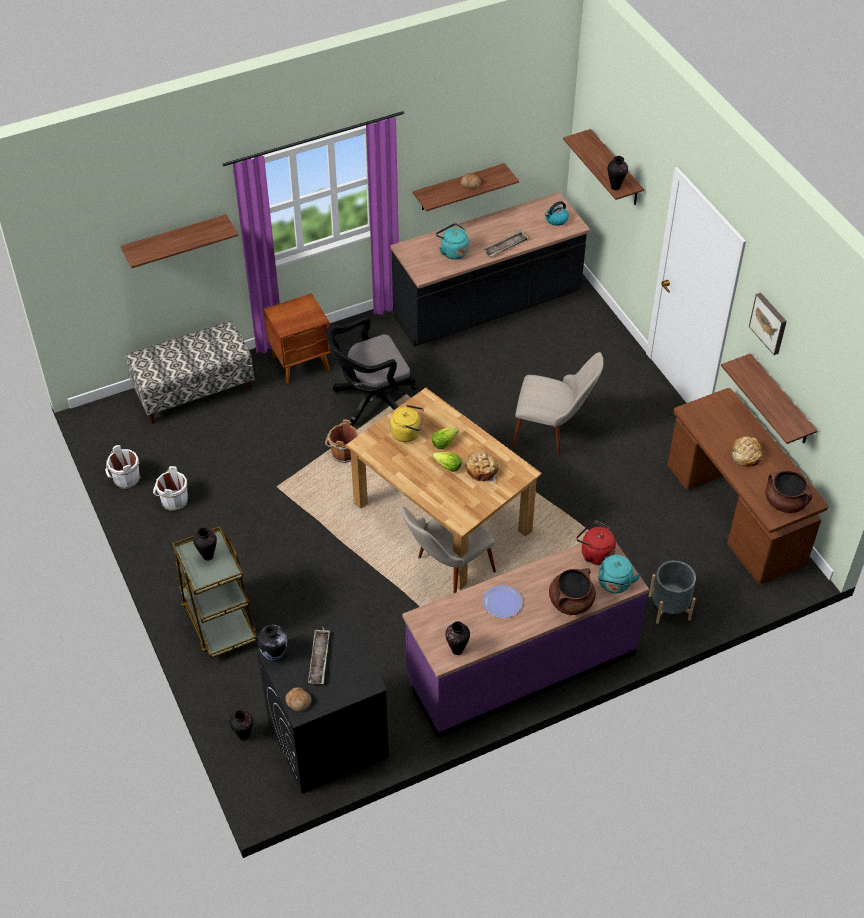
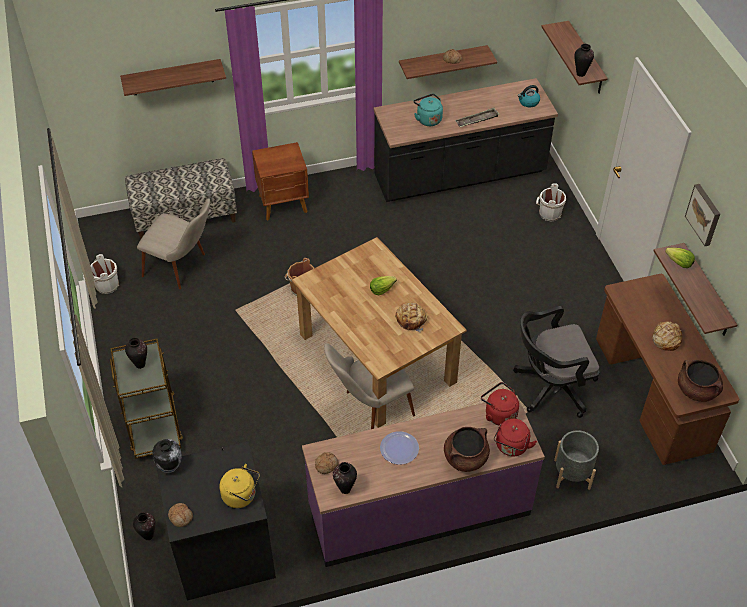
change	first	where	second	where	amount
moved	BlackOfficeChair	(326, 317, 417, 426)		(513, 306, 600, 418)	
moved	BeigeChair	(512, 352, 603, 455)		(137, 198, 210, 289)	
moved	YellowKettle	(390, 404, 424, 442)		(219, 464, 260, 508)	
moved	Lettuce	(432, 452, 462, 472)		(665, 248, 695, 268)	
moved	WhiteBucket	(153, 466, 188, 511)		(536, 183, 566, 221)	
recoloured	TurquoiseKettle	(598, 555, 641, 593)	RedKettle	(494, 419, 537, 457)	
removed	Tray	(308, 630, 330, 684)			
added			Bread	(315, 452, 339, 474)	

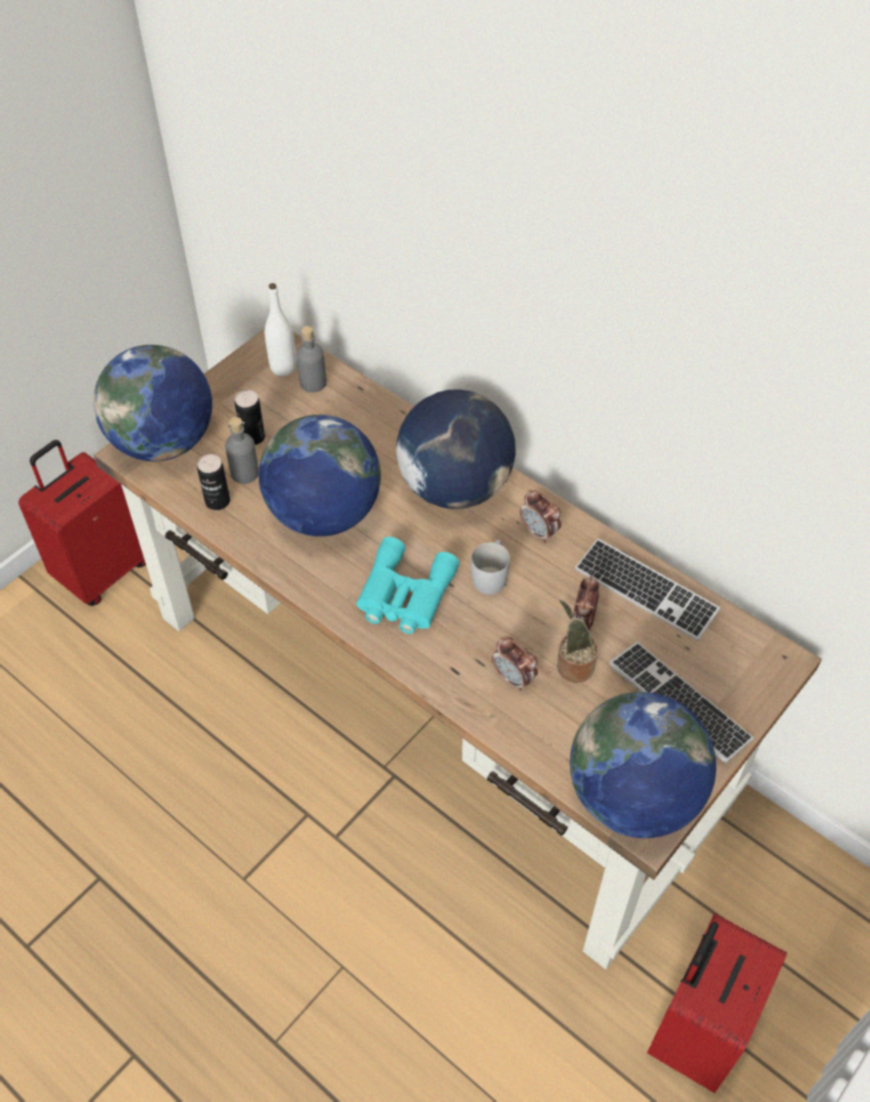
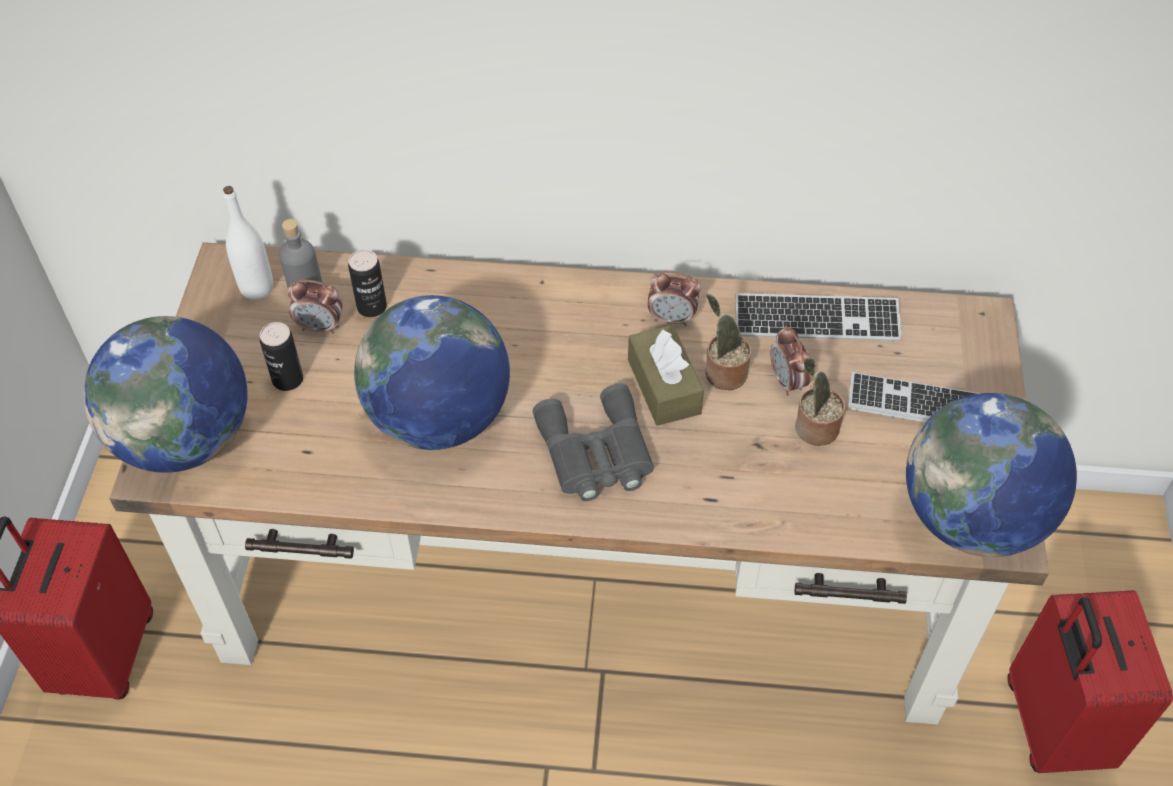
change	first	where	second	where	amount
removed	Globe	(396, 389, 515, 509)			
removed	GreyBottle	(225, 417, 259, 484)			
moved	Can	(197, 454, 230, 510)		(348, 249, 387, 317)	
recoloured	TurquoiseBinoculars	(356, 537, 460, 634)	GreyBinoculars	(532, 383, 654, 501)	
replaced	WhiteMug	(471, 540, 510, 594)	BrownTissueBox	(628, 325, 704, 426)	
moved	AlarmClock	(492, 637, 538, 691)		(288, 280, 343, 334)	
added			PottedPlant	(705, 294, 751, 390)	

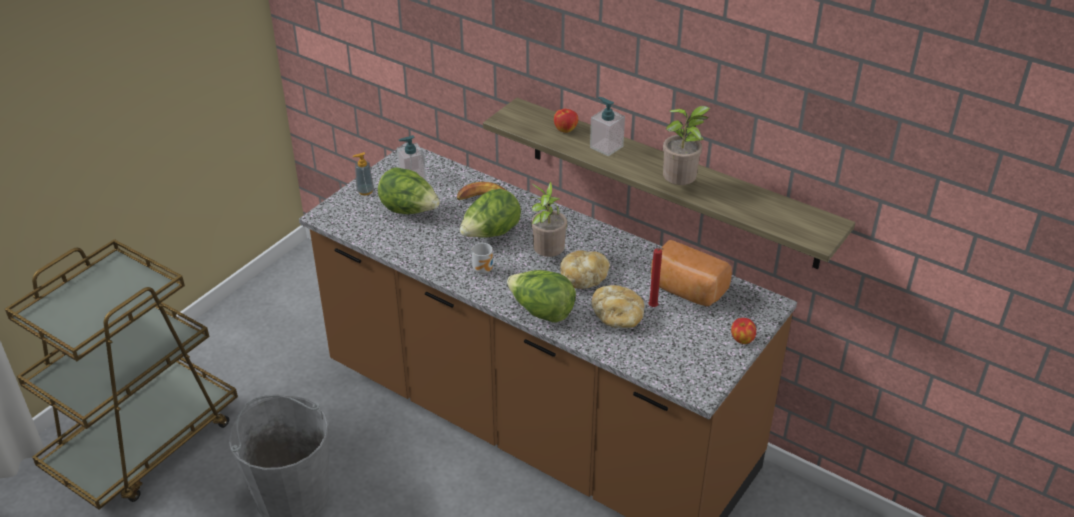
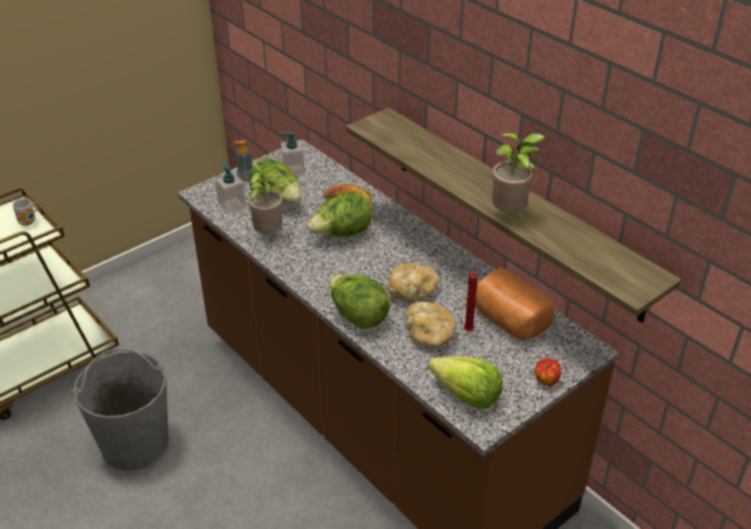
change	first	where	second	where	amount
moved	SoapDispenser	(590, 97, 625, 156)		(215, 162, 246, 214)	
removed	Apple	(554, 109, 578, 133)			
moved	PottedPlant	(530, 181, 567, 257)		(247, 161, 283, 234)	
moved	Mug	(472, 243, 493, 274)		(12, 198, 37, 226)	
added			Lettuce	(428, 356, 503, 409)	

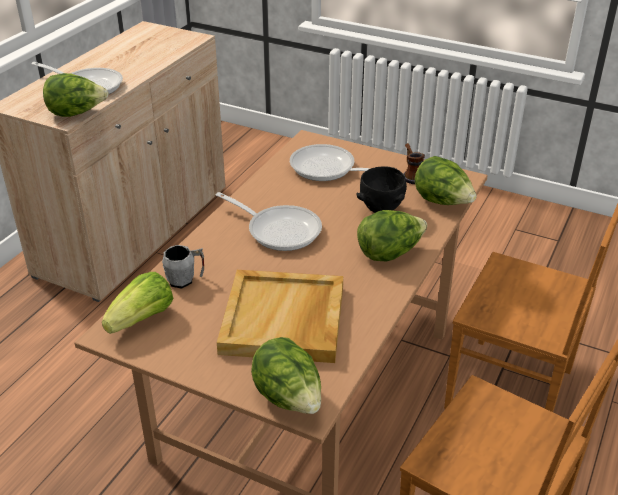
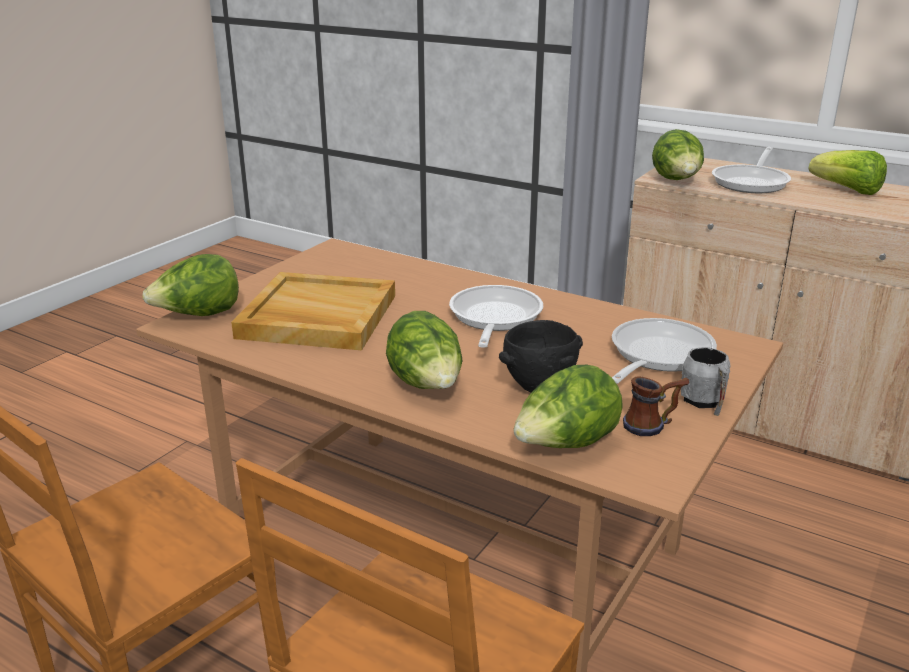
change	first	where	second	where	amount
turned	FryingPan	(216, 192, 322, 251)		(449, 285, 543, 348)	150 degrees clockwise
moved	GreyMug	(162, 245, 204, 289)		(681, 347, 731, 416)	
moved	Lettuce	(102, 272, 173, 334)		(809, 150, 887, 195)	

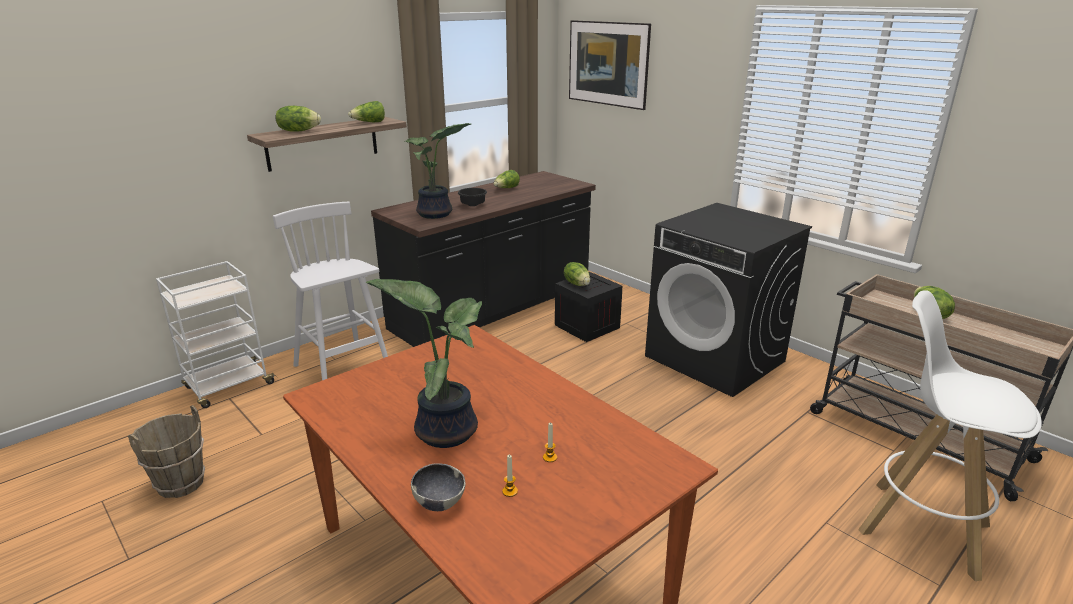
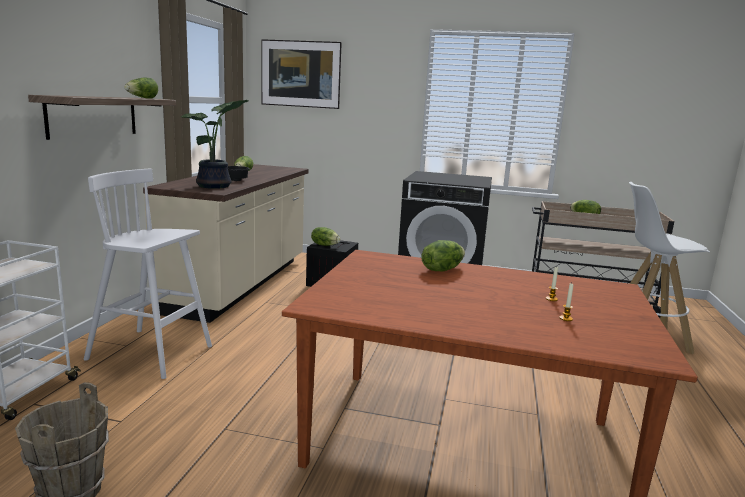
change	first	where	second	where	amount
moved	Lettuce	(276, 106, 321, 132)		(421, 240, 465, 272)	
recoloured	BlackCounter	(371, 171, 596, 347)	BeigeCounter	(143, 164, 309, 323)	
removed	PottedPlant	(366, 279, 482, 448)			
removed	Bowl	(411, 463, 466, 511)			

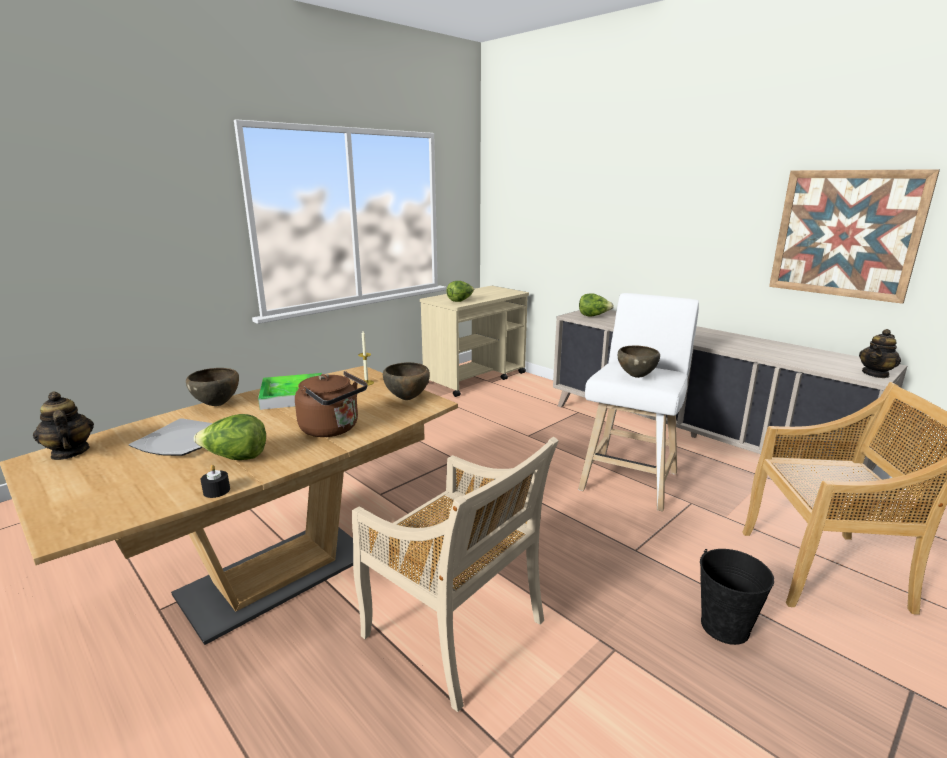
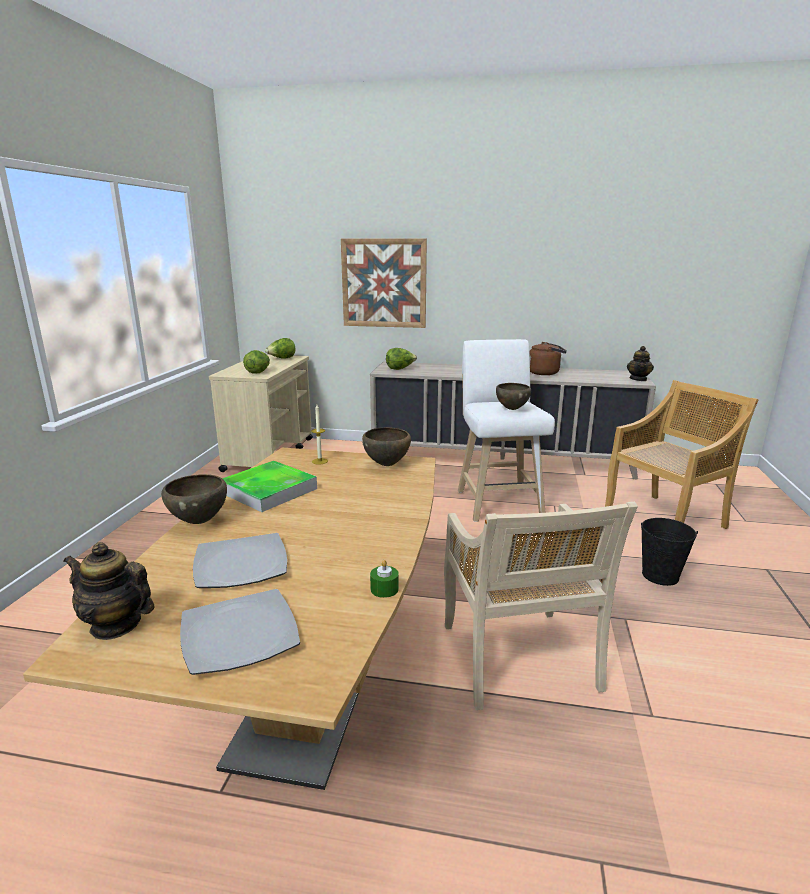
change	first	where	second	where	amount
moved	Picture	(769, 169, 940, 304)		(341, 239, 427, 328)	
moved	BrownKettle	(295, 371, 367, 437)		(529, 342, 567, 375)	
moved	Lettuce	(194, 414, 266, 460)		(265, 338, 295, 359)	
turned	BeigeChair	(352, 437, 559, 712)		(444, 502, 638, 710)	75 degrees clockwise
recoloured	BlackCandle	(201, 465, 230, 498)	GreenCandle	(370, 560, 399, 598)	
added			Plate	(180, 589, 300, 675)	

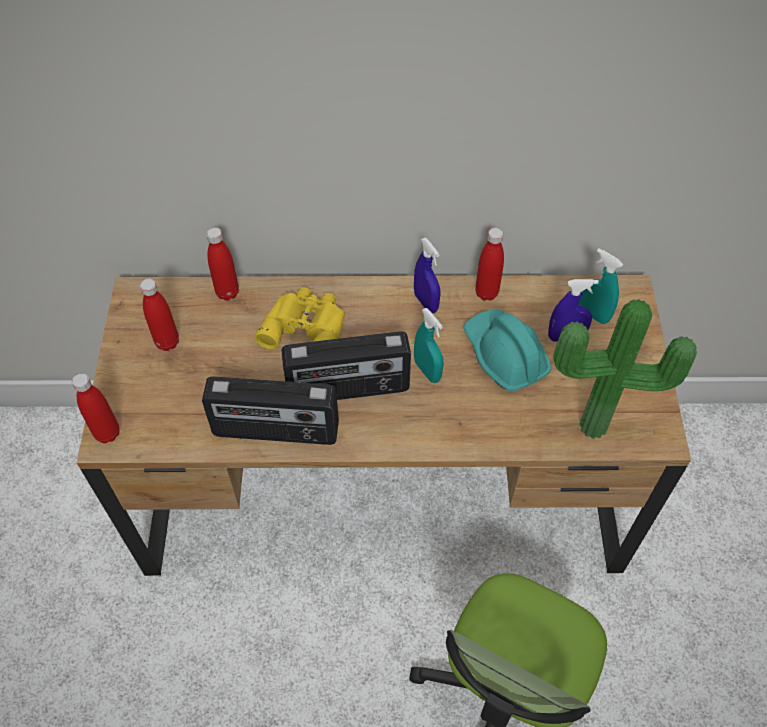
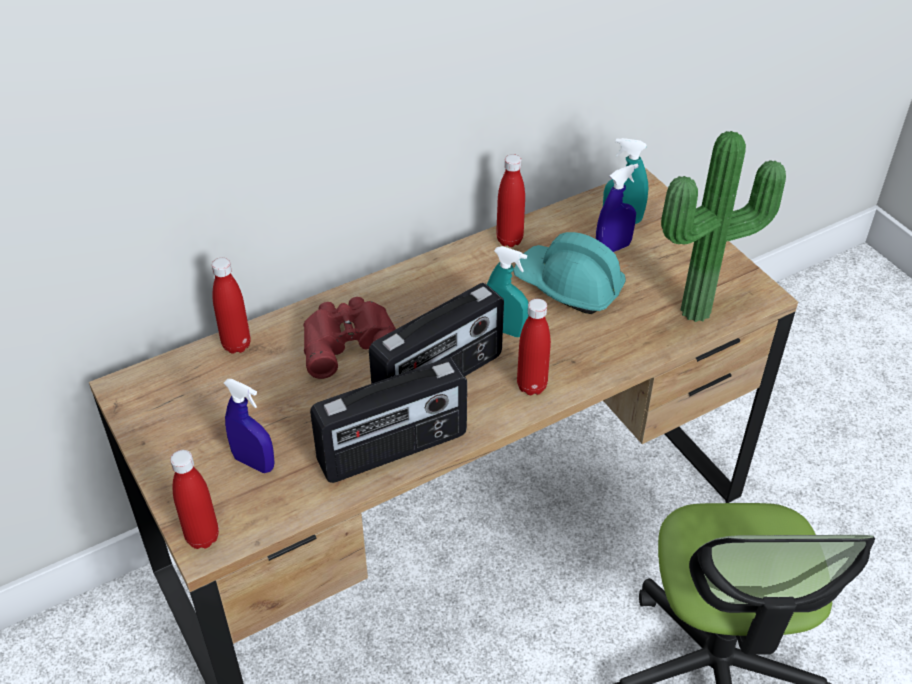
change	first	where	second	where	amount
moved	BlueSprayBottle	(414, 238, 441, 313)		(224, 379, 274, 473)	
moved	RedBottle	(140, 279, 179, 351)		(517, 299, 551, 395)	
recoloured	YellowBinoculars	(255, 287, 345, 350)	RedBinoculars	(304, 297, 396, 379)	

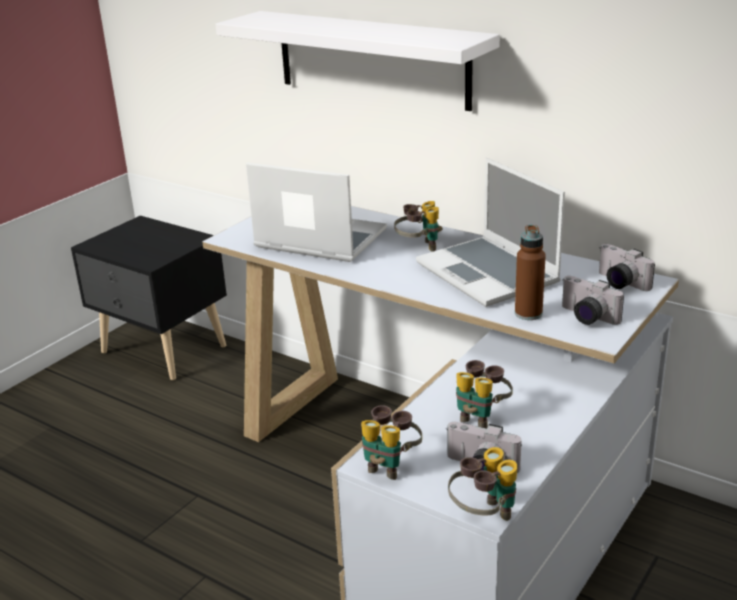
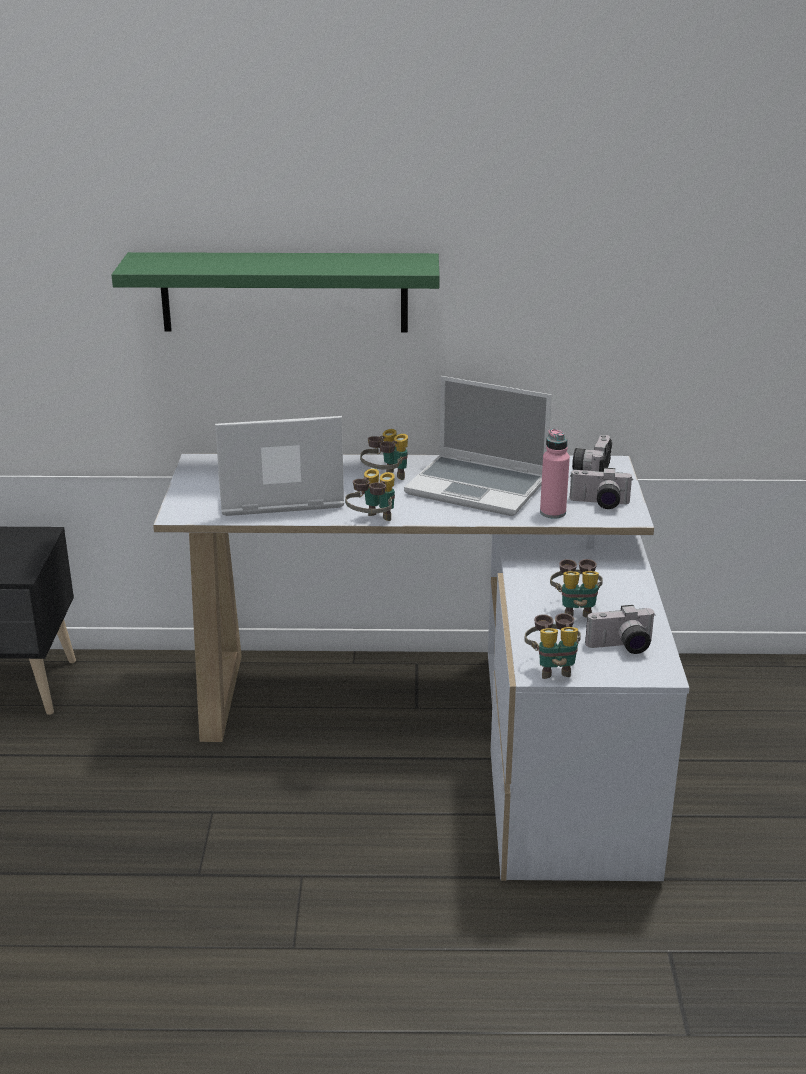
change	first	where	second	where	amount
recoloured	WhiteShelf	(215, 11, 500, 111)	GreenShelf	(112, 252, 440, 332)	
recoloured	BrownBottle	(515, 225, 546, 320)	PinkBottle	(540, 428, 570, 519)	
turned	PhotoCamera	(599, 244, 655, 291)		(572, 435, 612, 472)	90 degrees clockwise
moved	Binoculars	(448, 447, 518, 521)		(345, 469, 395, 521)	

